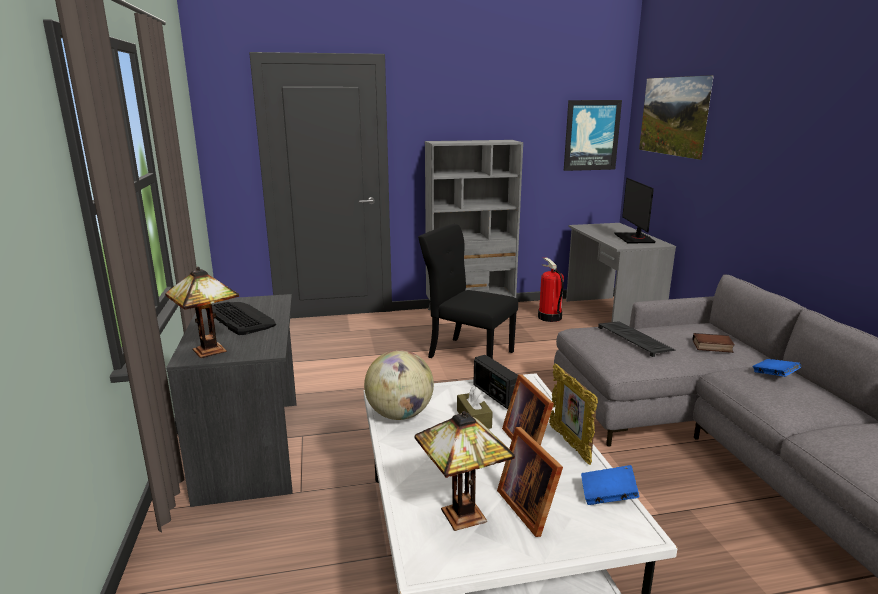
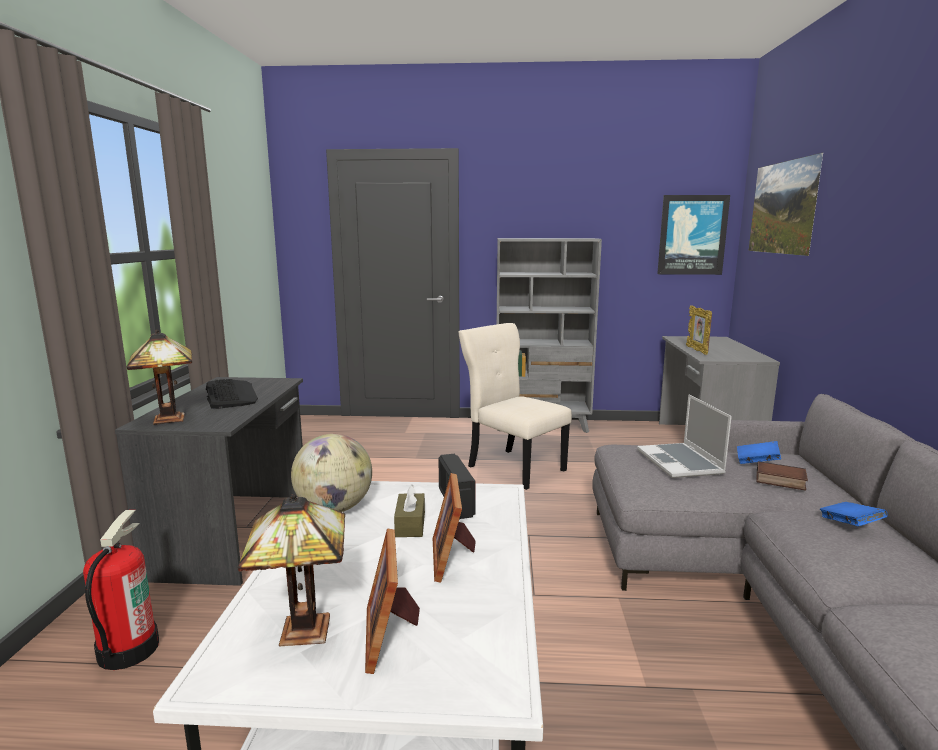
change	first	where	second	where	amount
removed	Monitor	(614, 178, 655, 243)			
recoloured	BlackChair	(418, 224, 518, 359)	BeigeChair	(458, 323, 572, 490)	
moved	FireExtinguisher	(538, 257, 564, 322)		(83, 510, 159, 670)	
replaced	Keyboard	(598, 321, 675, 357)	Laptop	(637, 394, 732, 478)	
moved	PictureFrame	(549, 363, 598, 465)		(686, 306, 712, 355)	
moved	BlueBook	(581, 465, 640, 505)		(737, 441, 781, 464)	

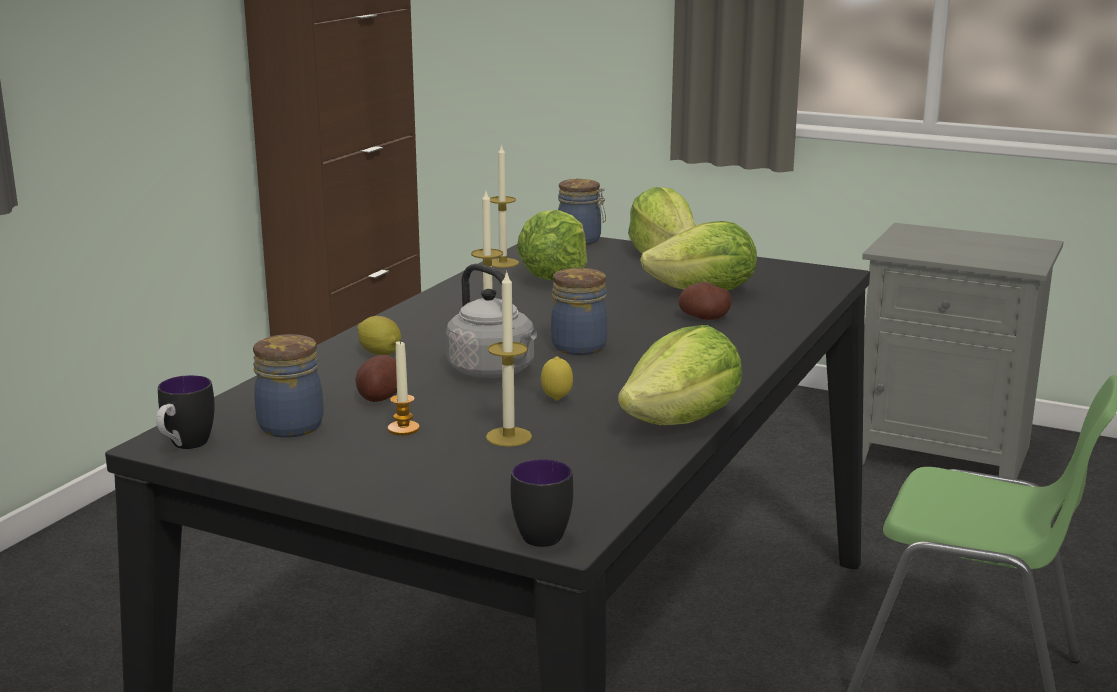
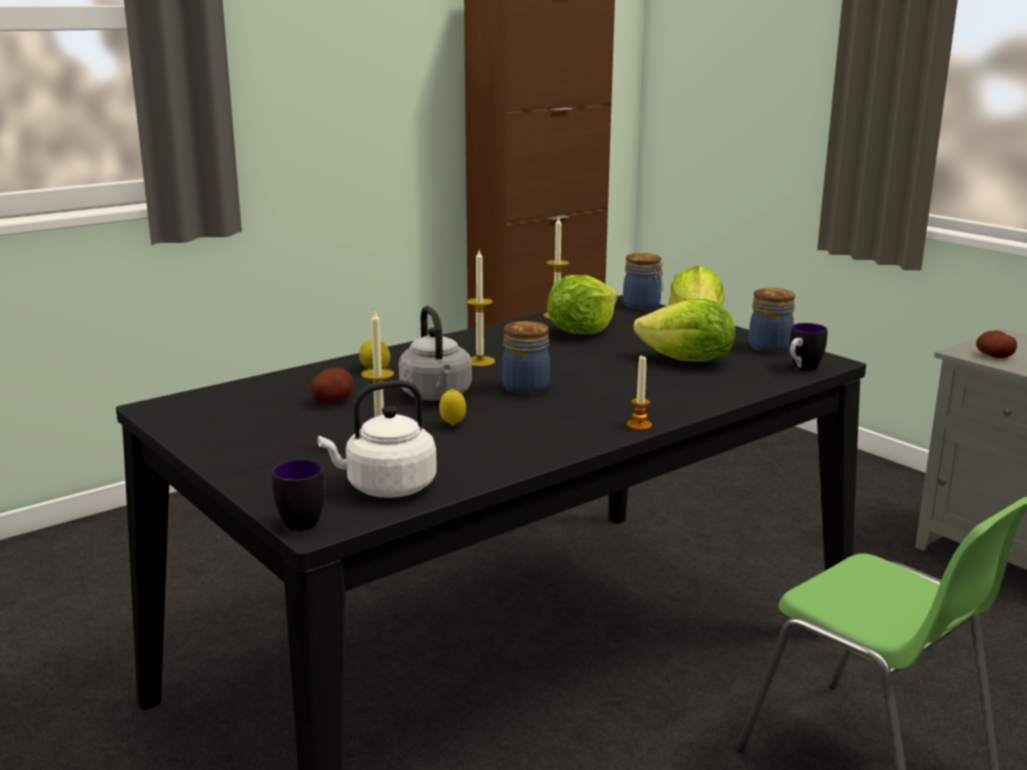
change	first	where	second	where	amount
moved	Potato	(678, 282, 732, 320)		(976, 330, 1017, 358)	
removed	Lettuce	(618, 325, 742, 425)			
moved	Jar	(253, 334, 324, 438)		(749, 288, 795, 353)	
moved	Candle	(388, 341, 420, 435)		(627, 356, 652, 430)	
moved	Mug	(156, 375, 215, 449)		(790, 323, 828, 371)	
added			WhiteKettle	(317, 380, 437, 498)	

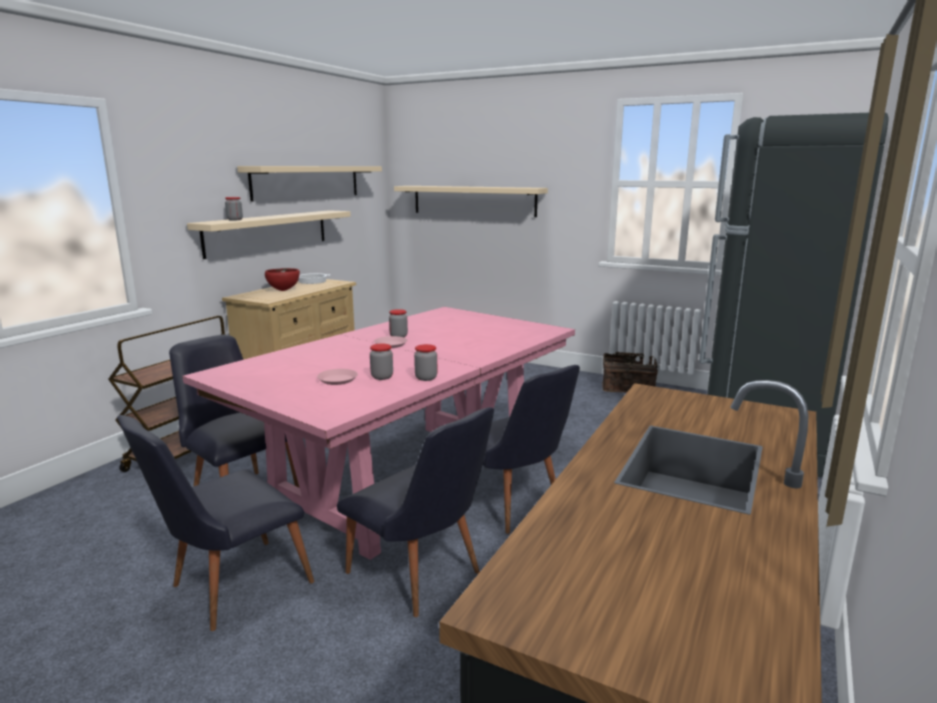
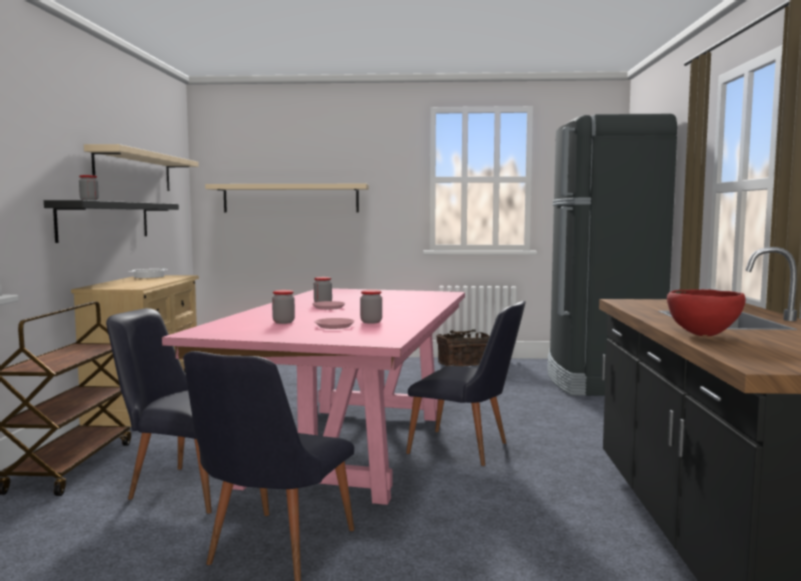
change	first	where	second	where	amount
recoloured	BeigeShelf	(187, 210, 351, 259)	BlackShelf	(44, 200, 179, 243)	
moved	RedBowl	(265, 268, 300, 291)		(667, 289, 746, 336)	
moved	Jar	(414, 344, 437, 381)		(272, 290, 295, 324)	
removed	BlackChair	(337, 407, 494, 617)			

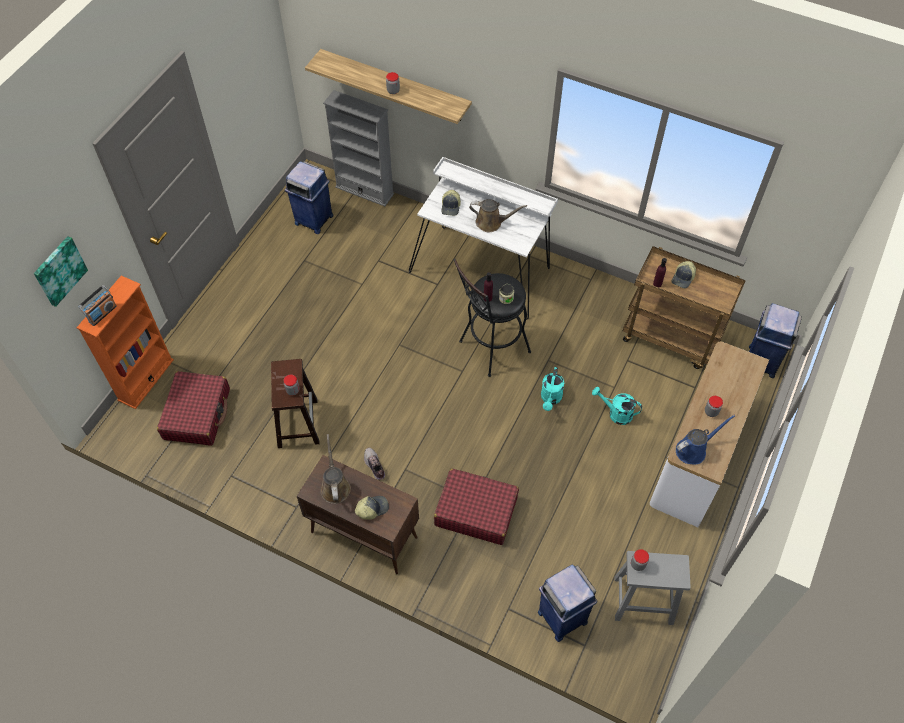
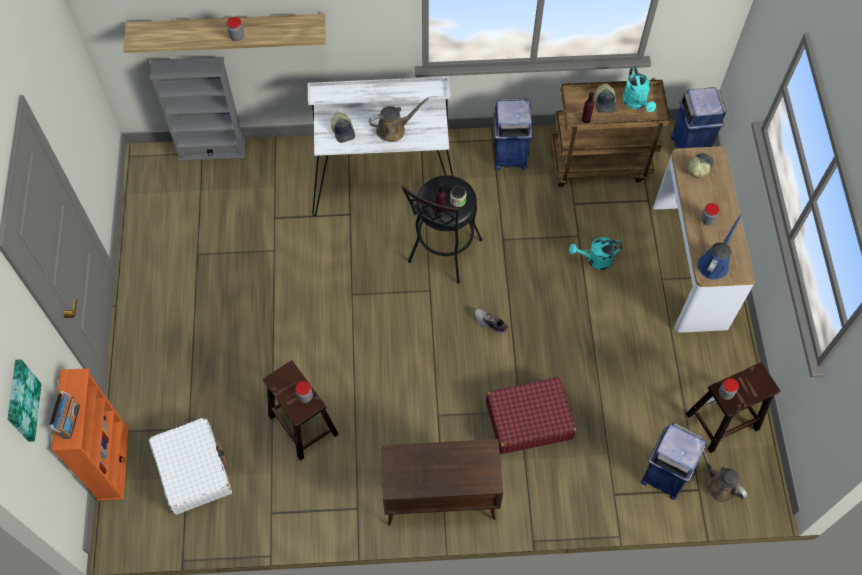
change	first	where	second	where	amount
moved	BlueTrashCan	(285, 161, 333, 234)		(493, 98, 533, 170)	
moved	TurquoiseWateringCan	(541, 367, 564, 411)		(623, 67, 656, 112)	
recoloured	RedSuitcase	(157, 371, 230, 446)	WhiteSuitcase	(149, 417, 232, 515)	
moved	BrownWateringCan	(320, 434, 351, 504)		(703, 450, 747, 503)	
moved	Shoe	(364, 447, 385, 480)		(474, 309, 508, 334)	
moved	Cap	(355, 496, 389, 520)		(688, 153, 713, 178)	
recoloured	GreyStool	(615, 551, 691, 625)	BrownStool	(686, 362, 780, 453)	

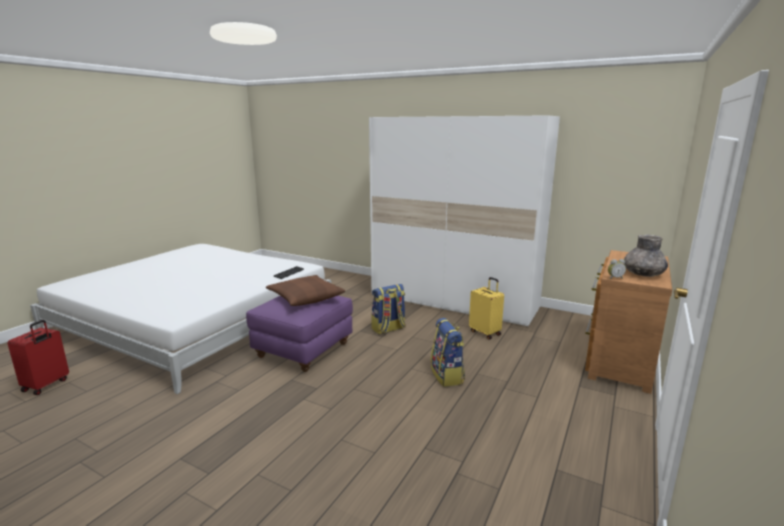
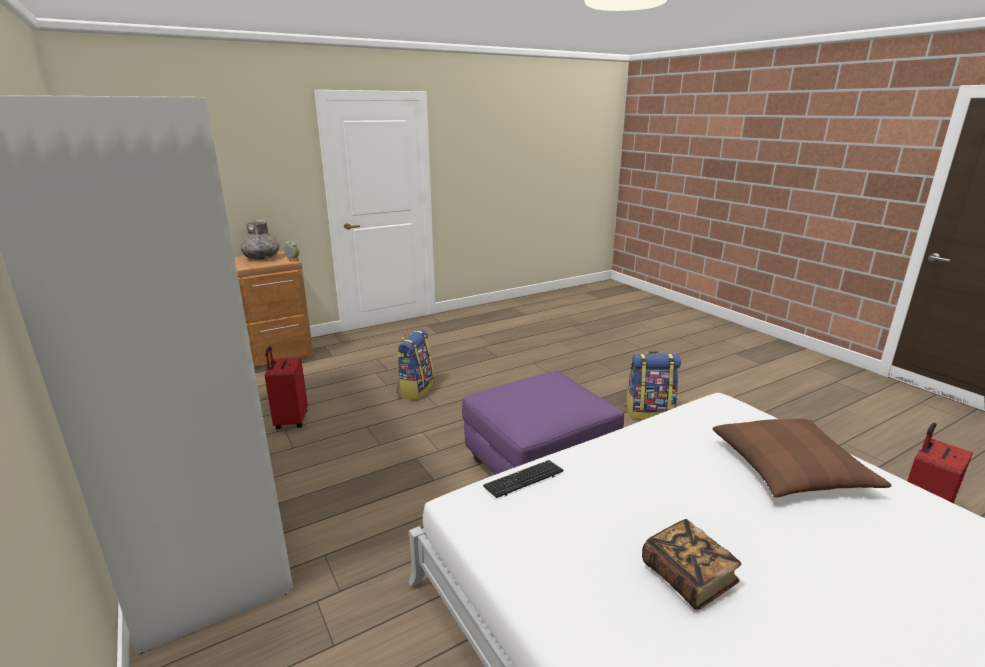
change	first	where	second	where	amount
moved	BrownPillow	(266, 275, 345, 306)		(713, 419, 892, 497)	
recoloured	YellowSuitcase	(469, 277, 504, 340)	RedSuitcase	(265, 346, 308, 429)	
moved	Backpack	(371, 284, 405, 334)		(625, 351, 681, 420)	
added			Book	(642, 519, 741, 610)	

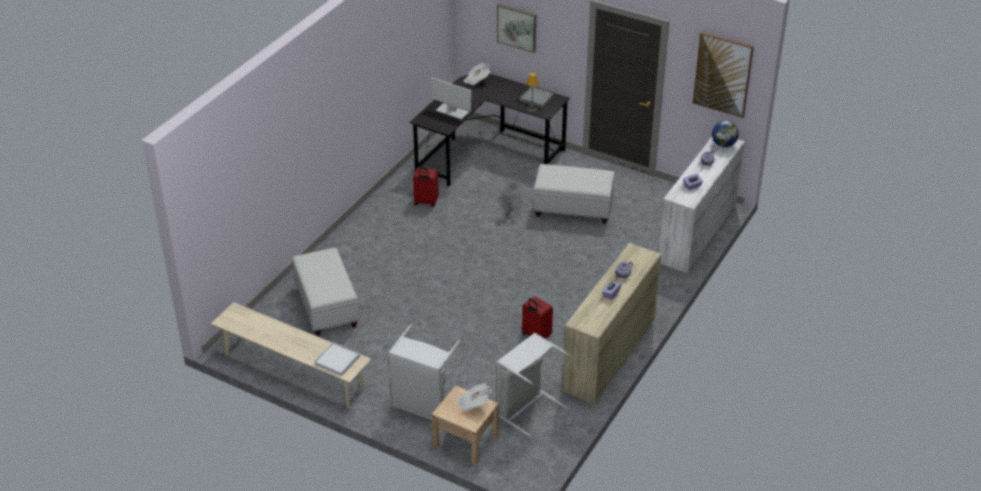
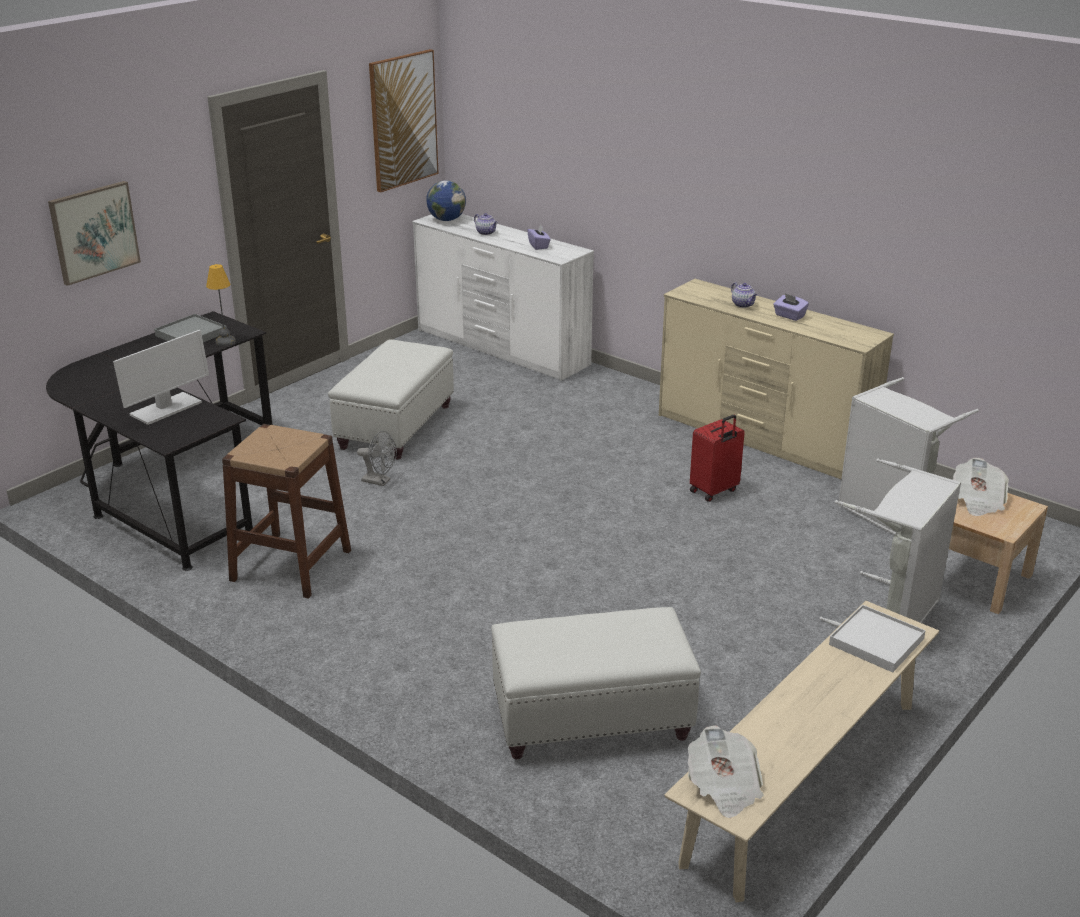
change	first	where	second	where	amount
moved	Newspaper	(464, 63, 490, 86)		(688, 726, 764, 818)	
replaced	RedSuitcase	(413, 168, 439, 207)	BrownStool	(222, 424, 351, 599)	

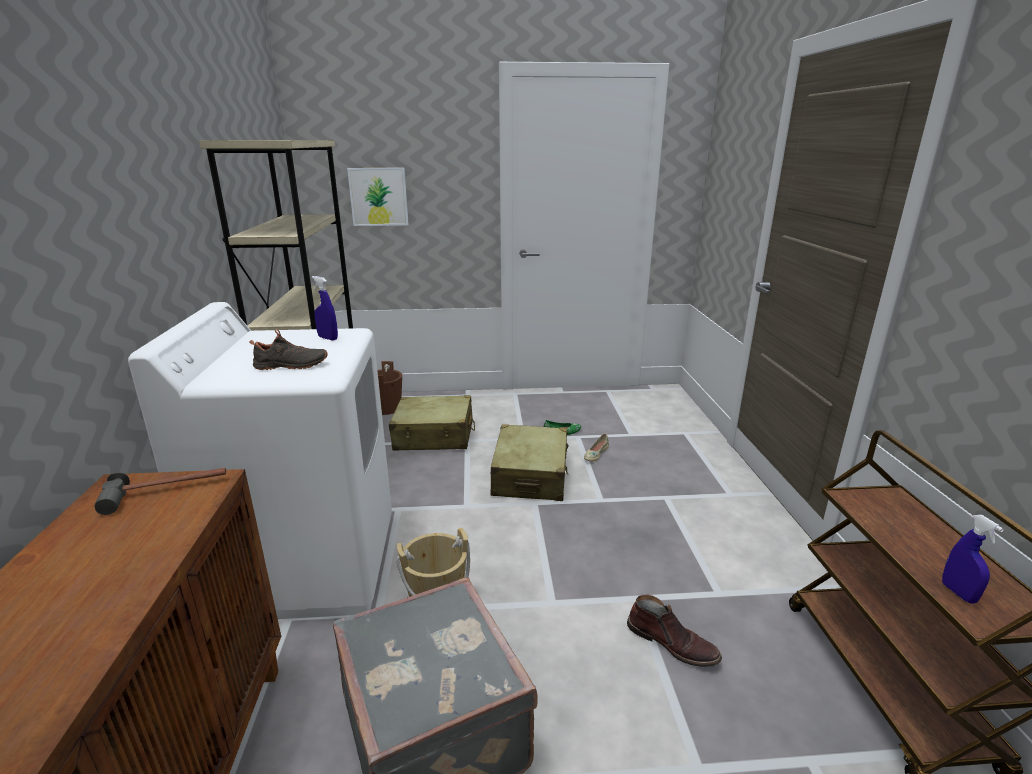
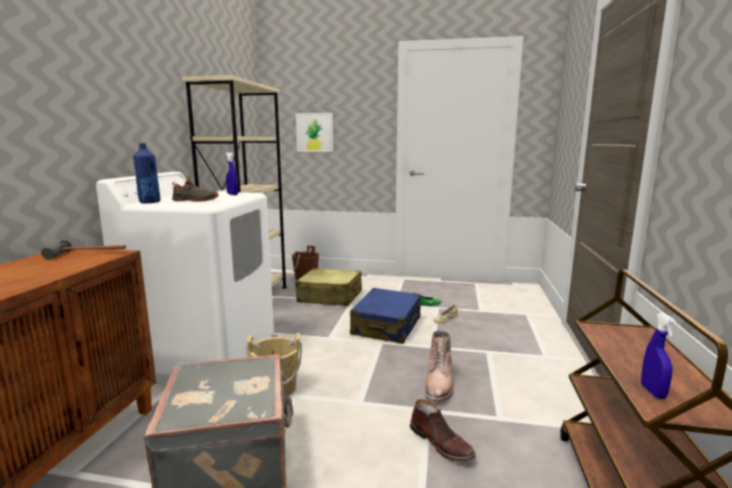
change	first	where	second	where	amount
recoloured	BeigeSuitcase	(491, 424, 569, 501)	BlueSuitcase	(350, 288, 421, 344)	
added			BlueBottle	(133, 143, 160, 204)	
added			BrownBoot	(425, 330, 454, 403)	

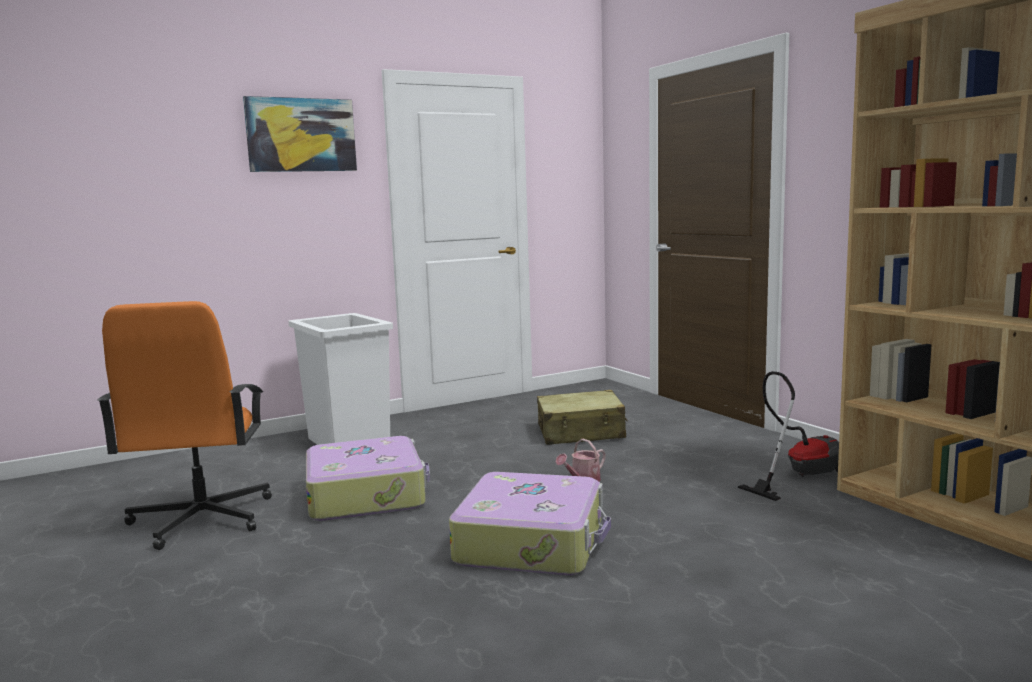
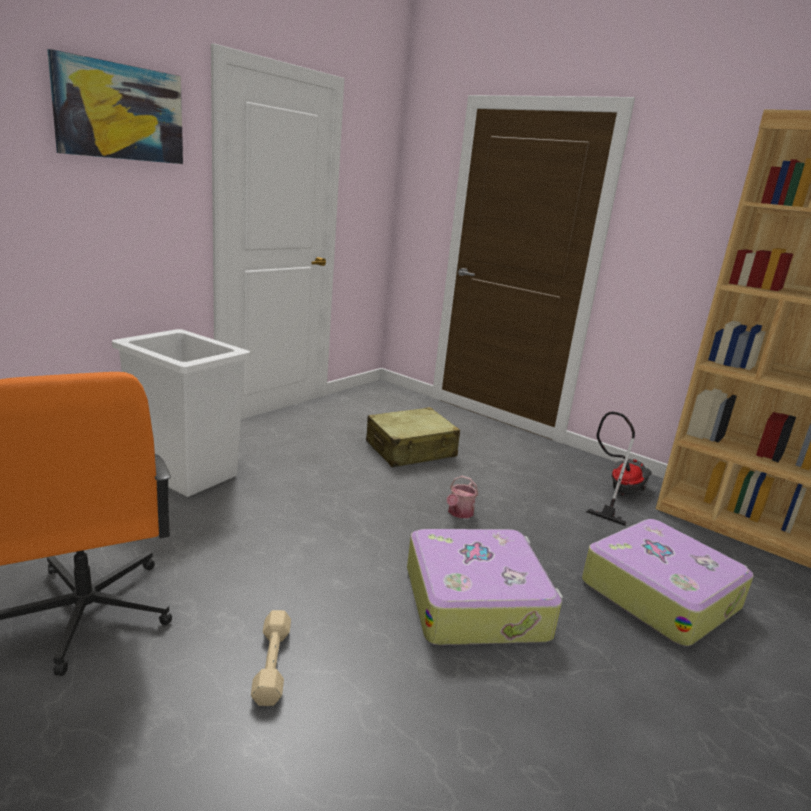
change	first	where	second	where	amount
moved	Suitcase	(306, 436, 430, 521)		(582, 519, 754, 646)	
added			BeigeDumbbell	(251, 610, 291, 706)	

